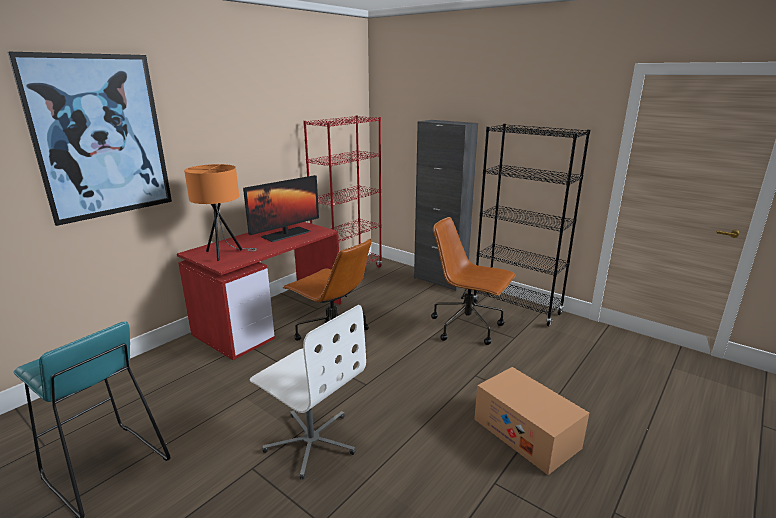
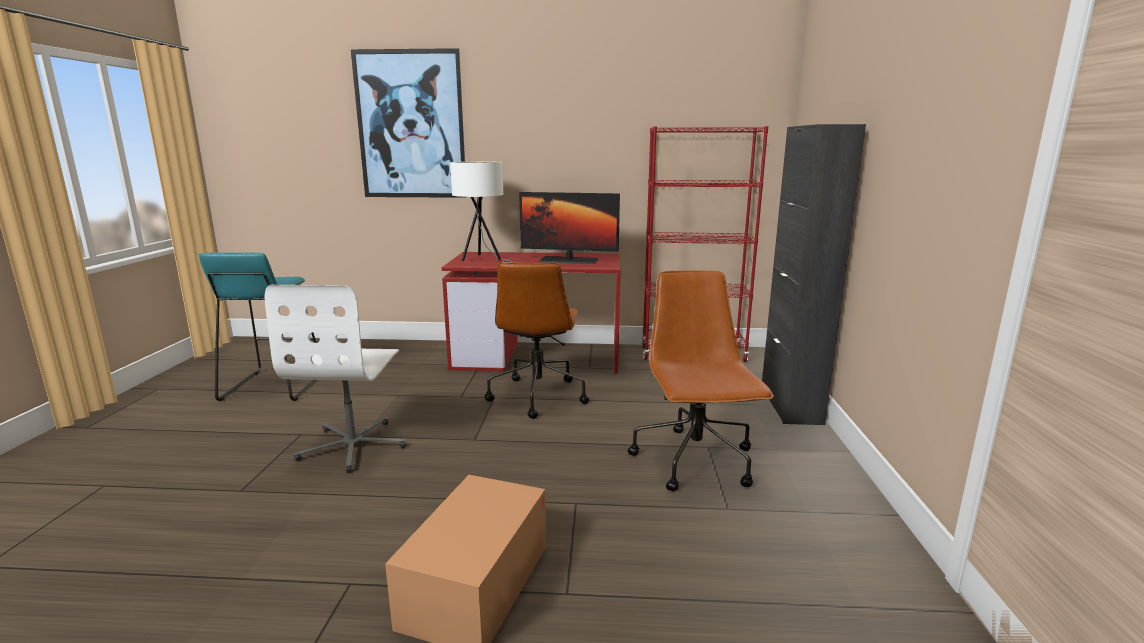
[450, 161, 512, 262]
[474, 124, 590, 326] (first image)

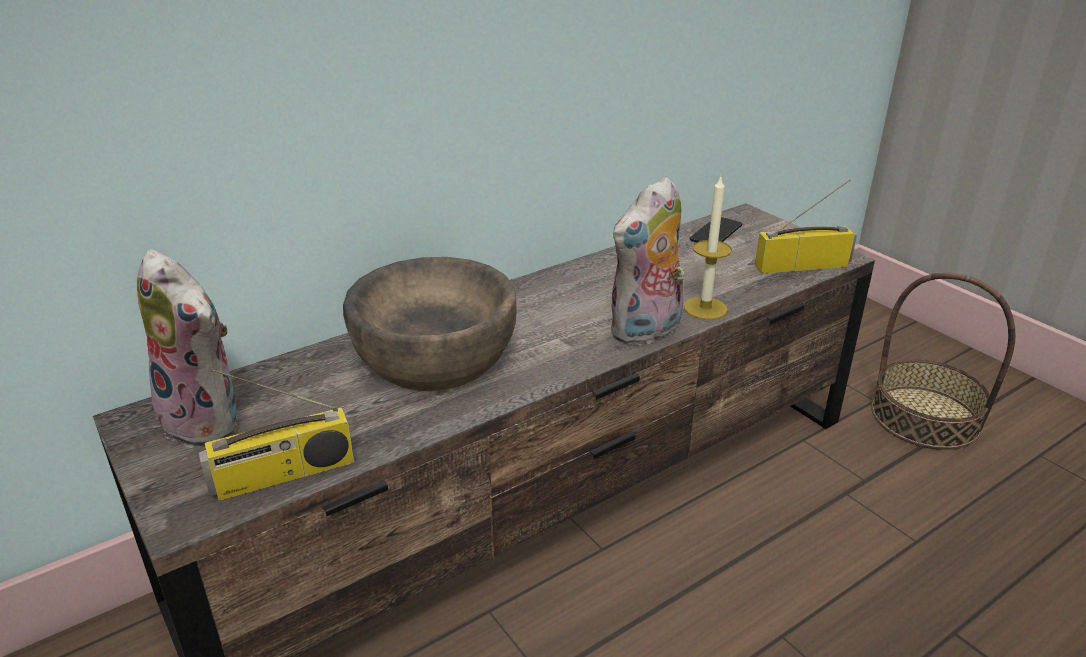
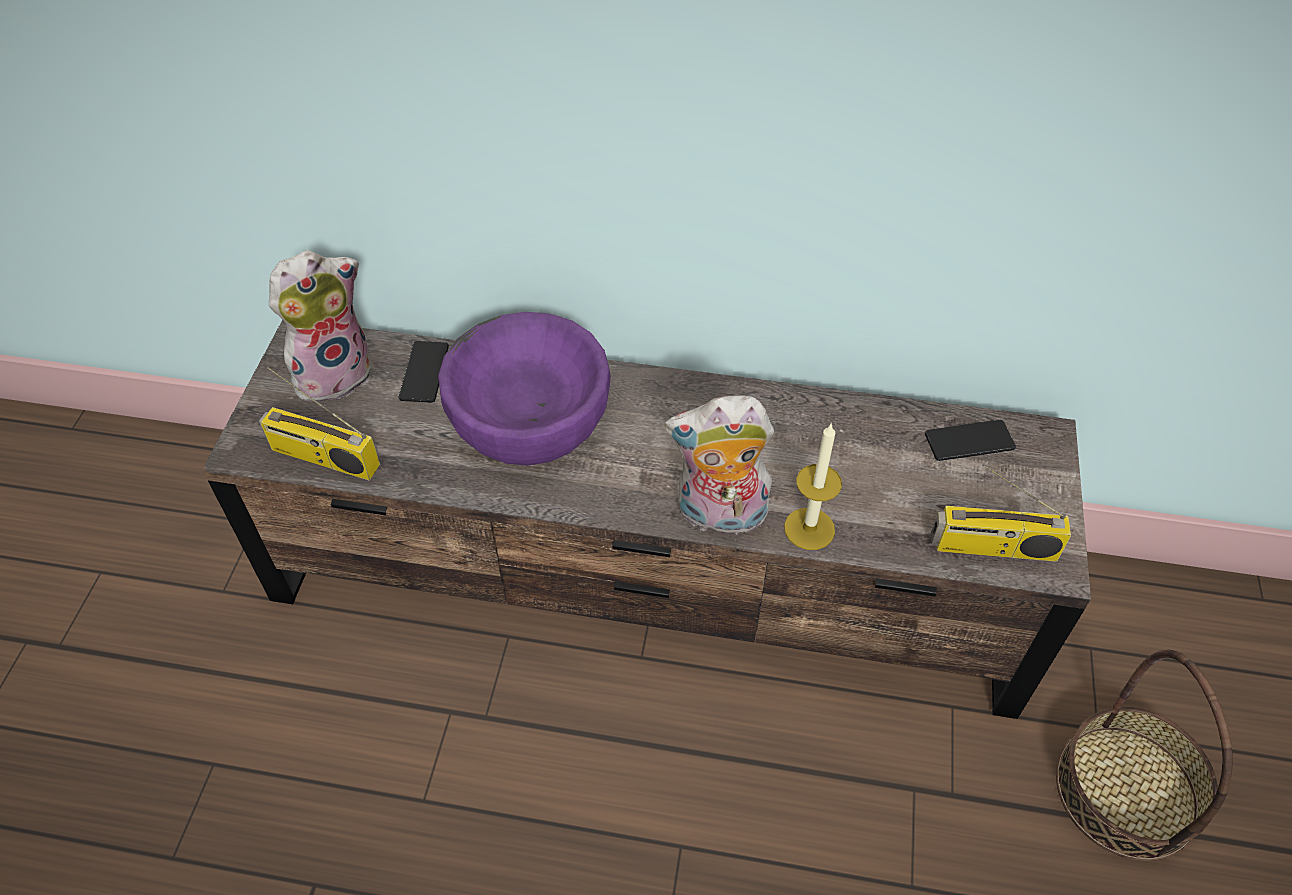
[269, 250, 371, 402]
[398, 341, 449, 402]
[438, 312, 611, 466]
[931, 464, 1071, 562]

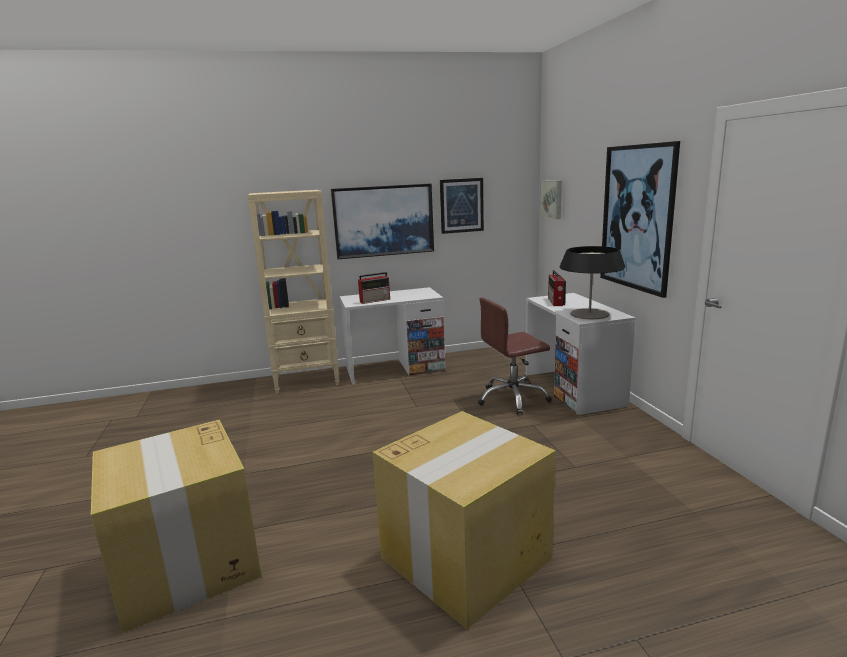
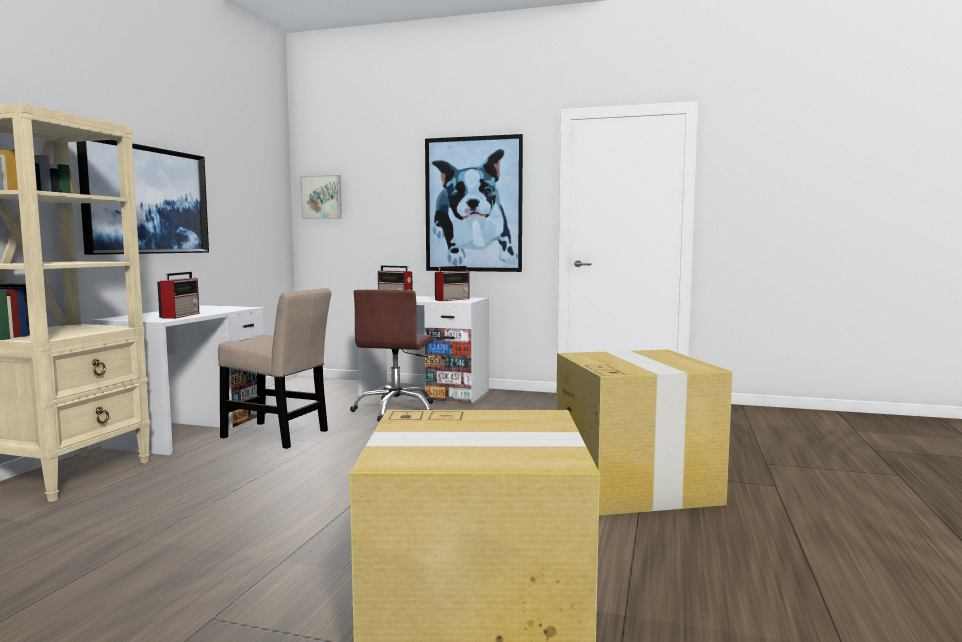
[218, 288, 331, 449]
[435, 266, 470, 301]
[440, 178, 484, 234] (first image)

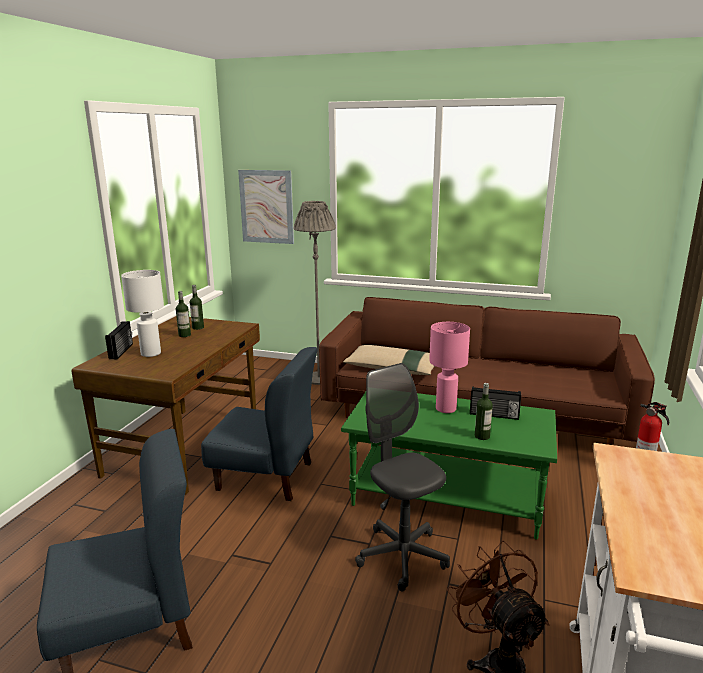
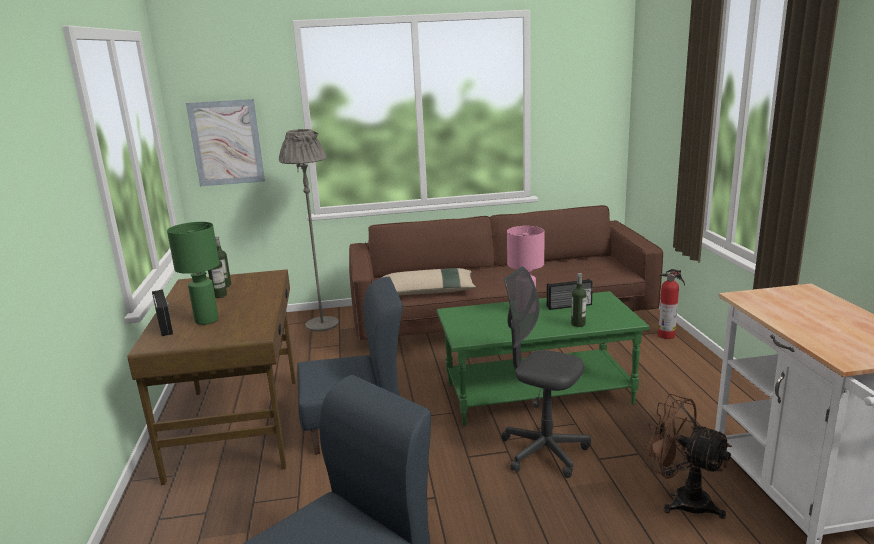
[167, 222, 219, 325]

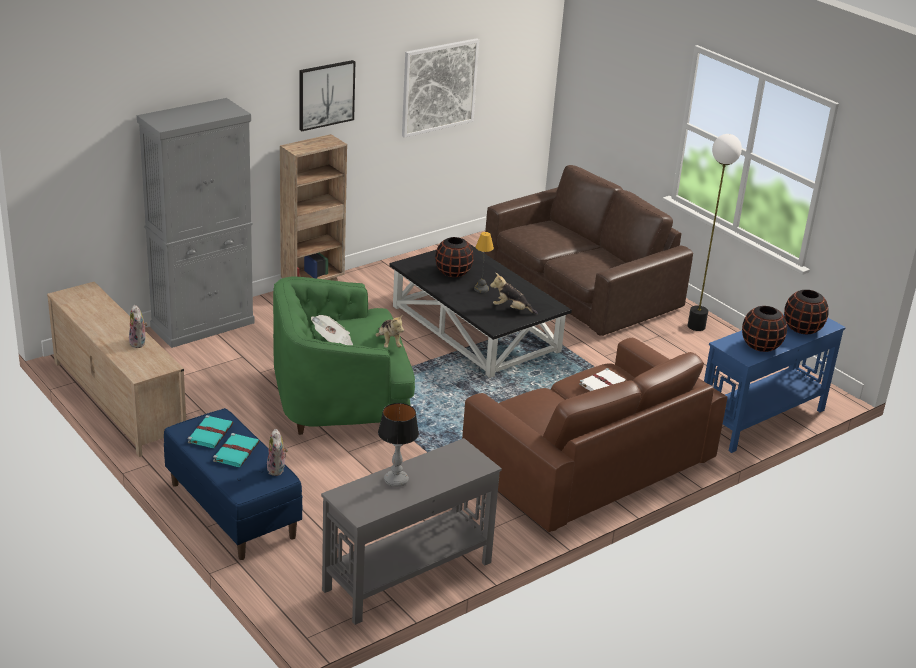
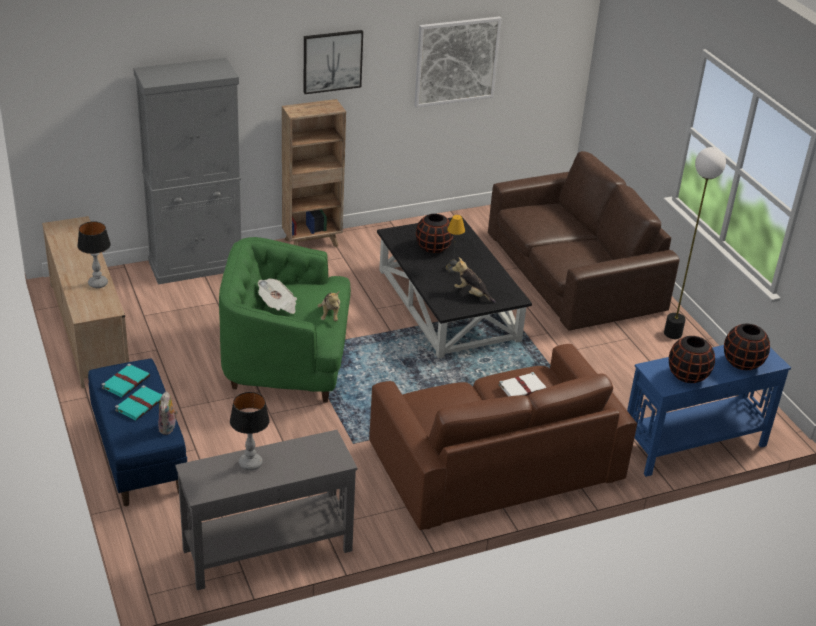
[77, 221, 111, 288]

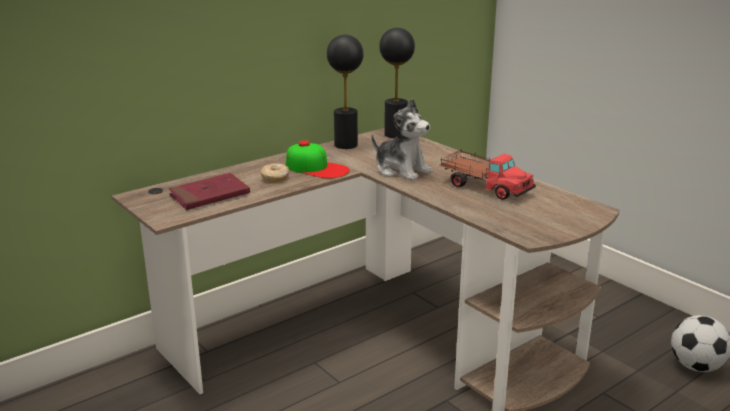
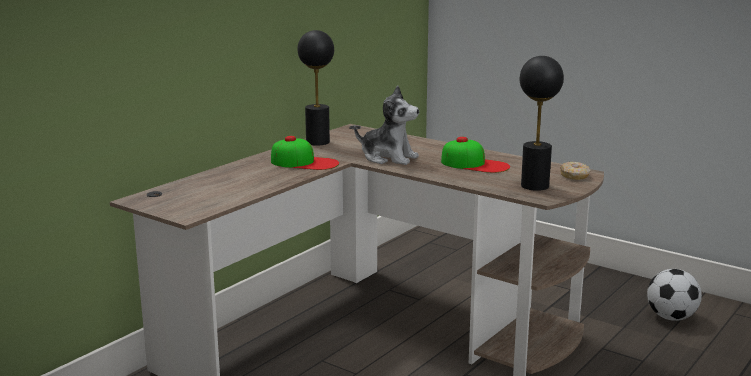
[441, 137, 510, 173]
[520, 56, 564, 191]
[560, 162, 591, 180]
[169, 173, 250, 210] (first image)

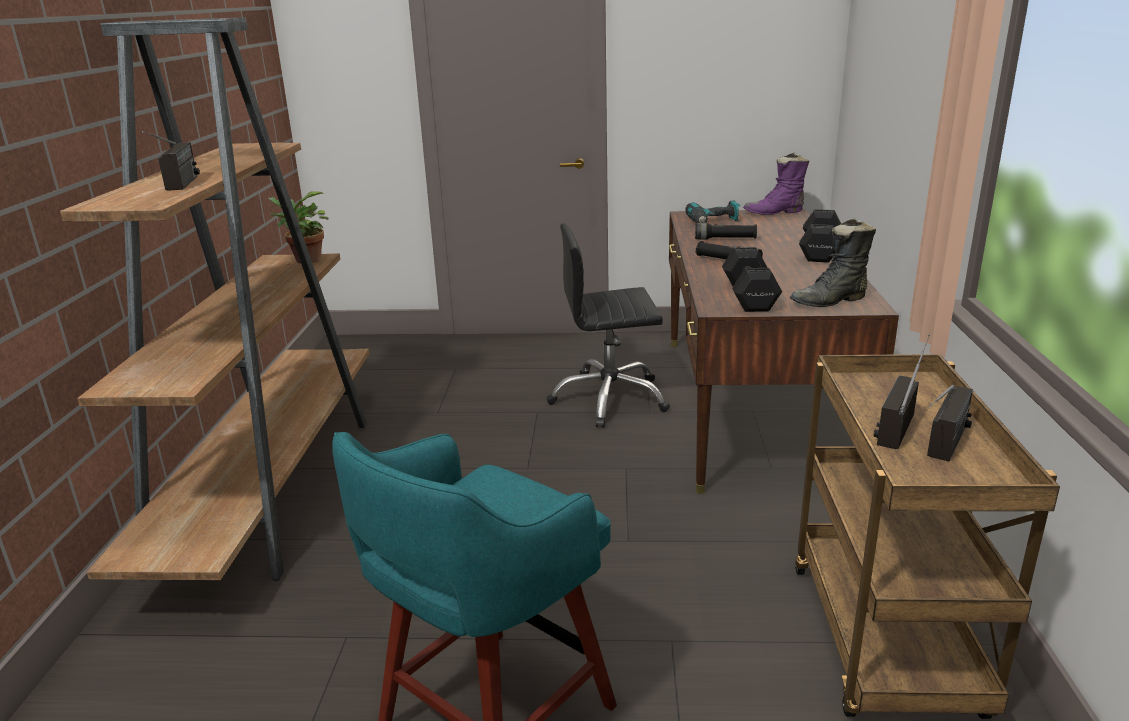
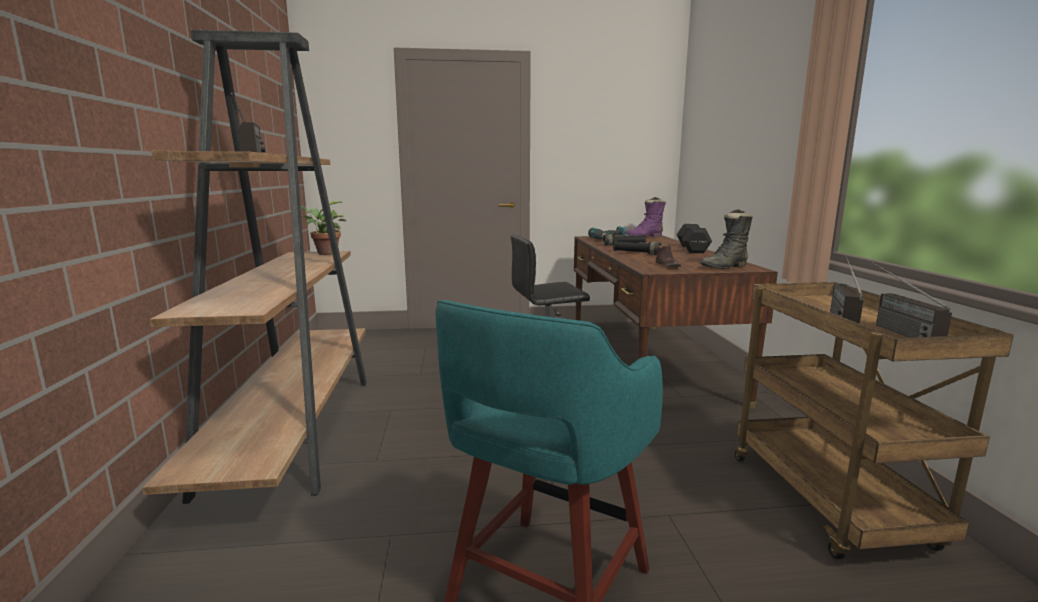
[656, 245, 681, 267]
[872, 262, 952, 338]

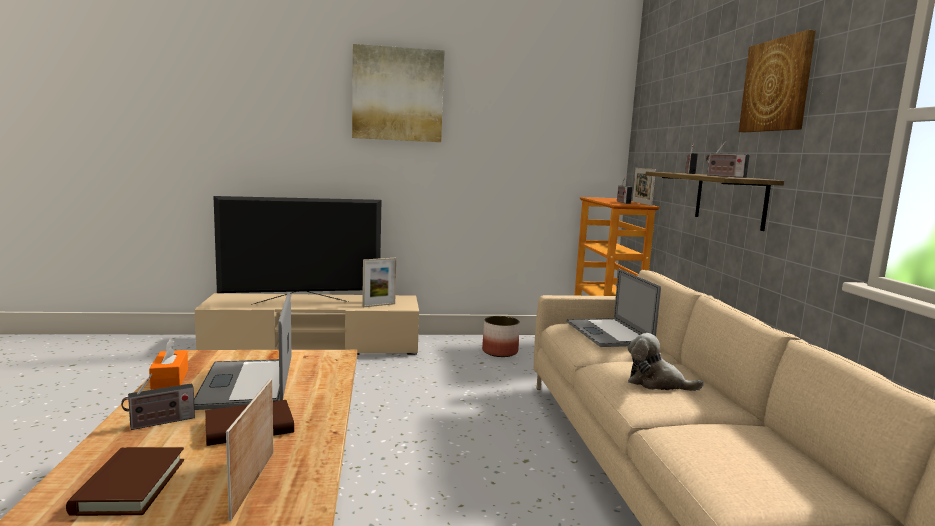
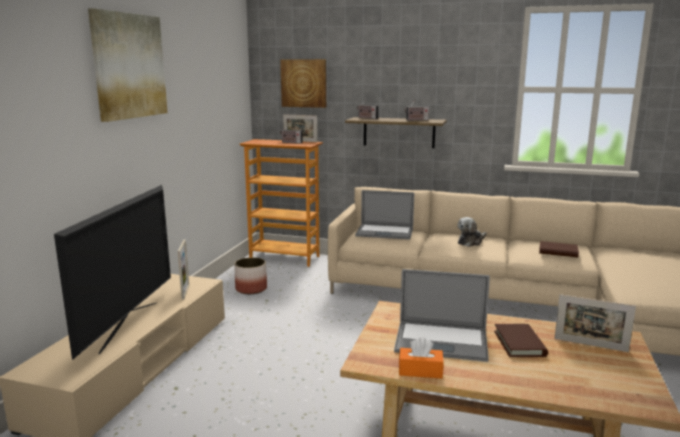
[280, 59, 326, 108]
[539, 241, 579, 257]
[121, 374, 195, 430] (first image)

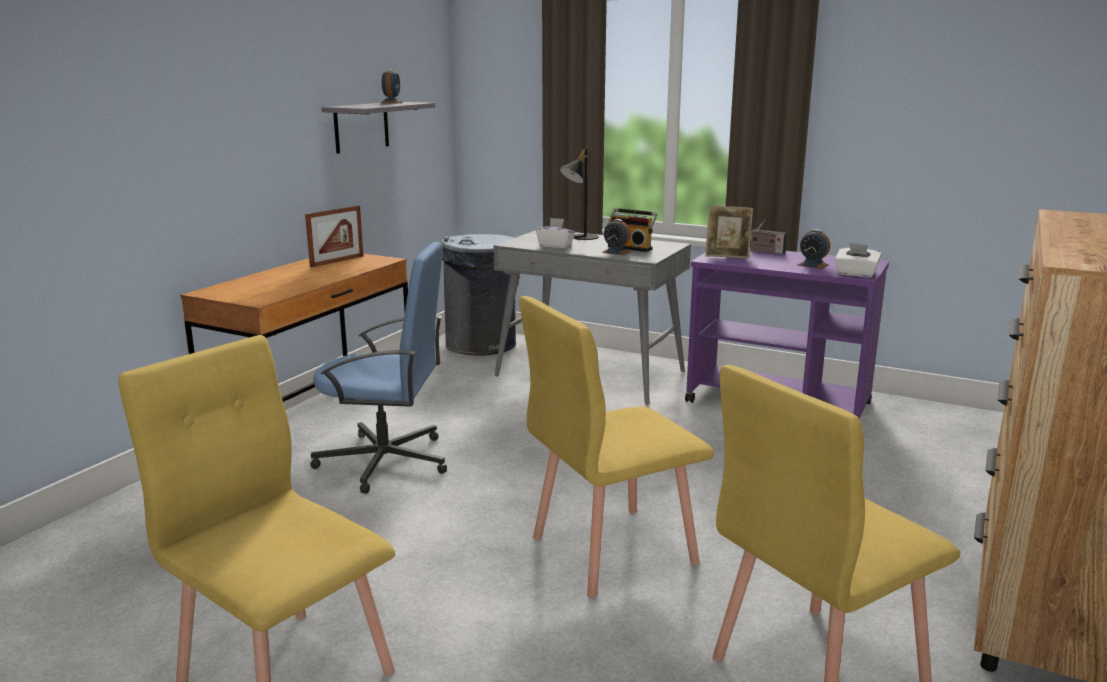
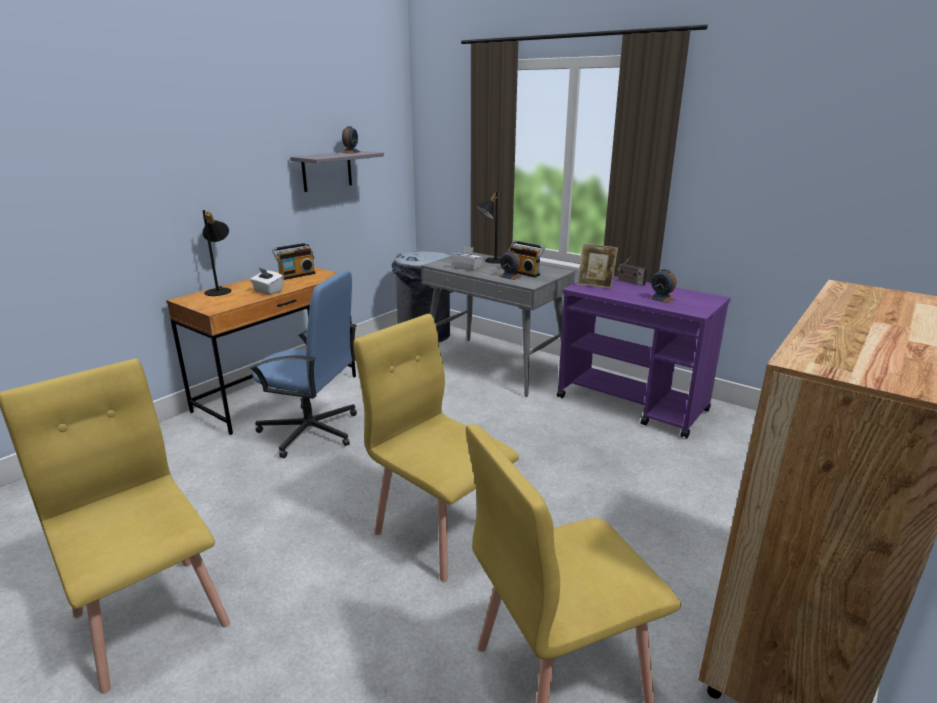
[202, 210, 231, 296]
[250, 268, 284, 295]
[272, 243, 316, 280]
[353, 314, 519, 582]

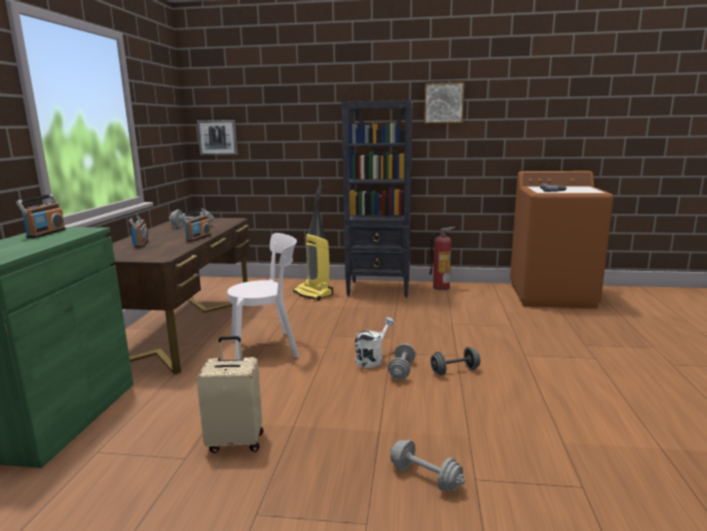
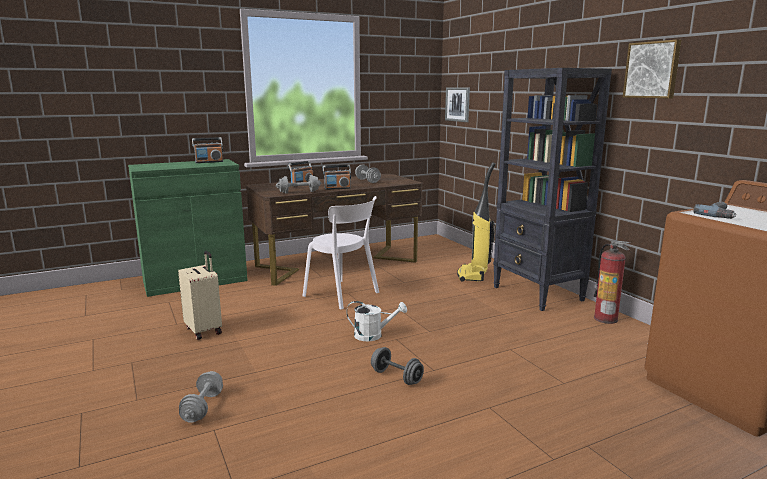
[276, 175, 321, 194]

